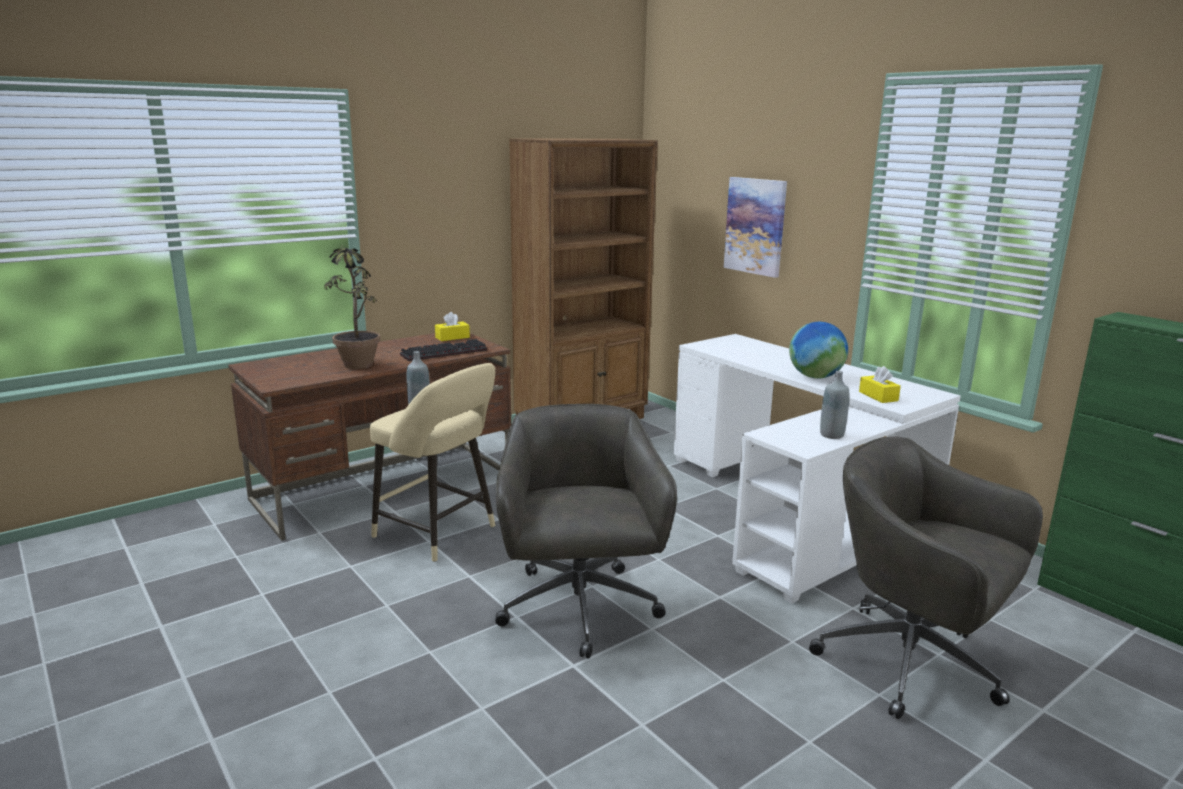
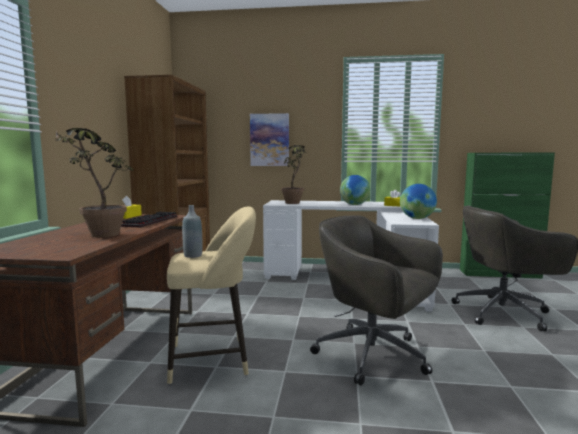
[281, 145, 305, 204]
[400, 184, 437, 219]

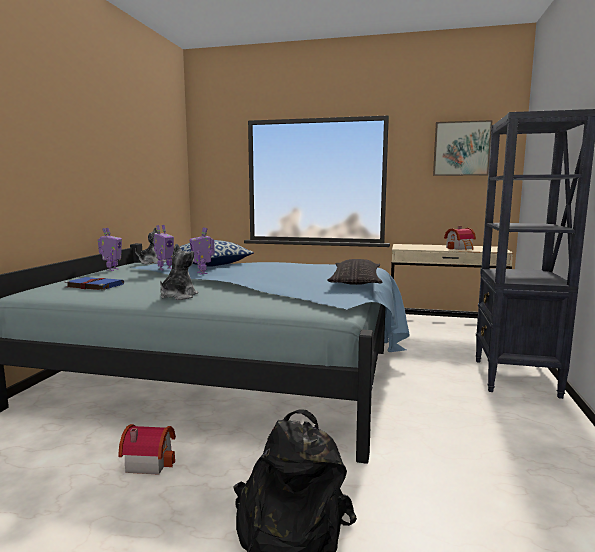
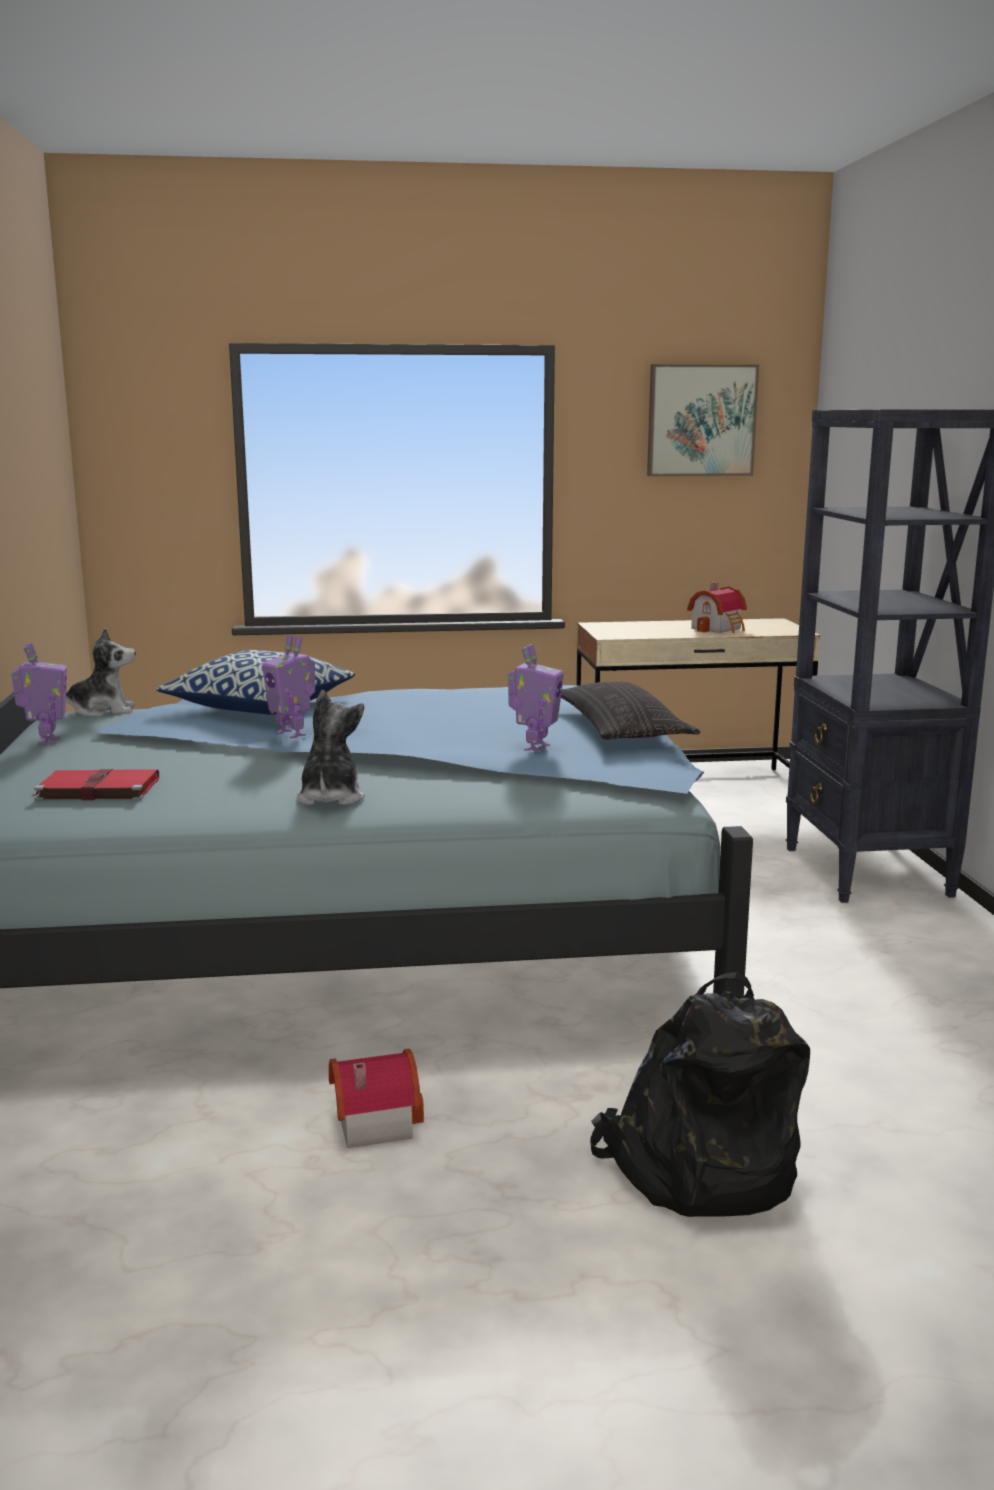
[29, 769, 159, 801]
[508, 644, 564, 752]

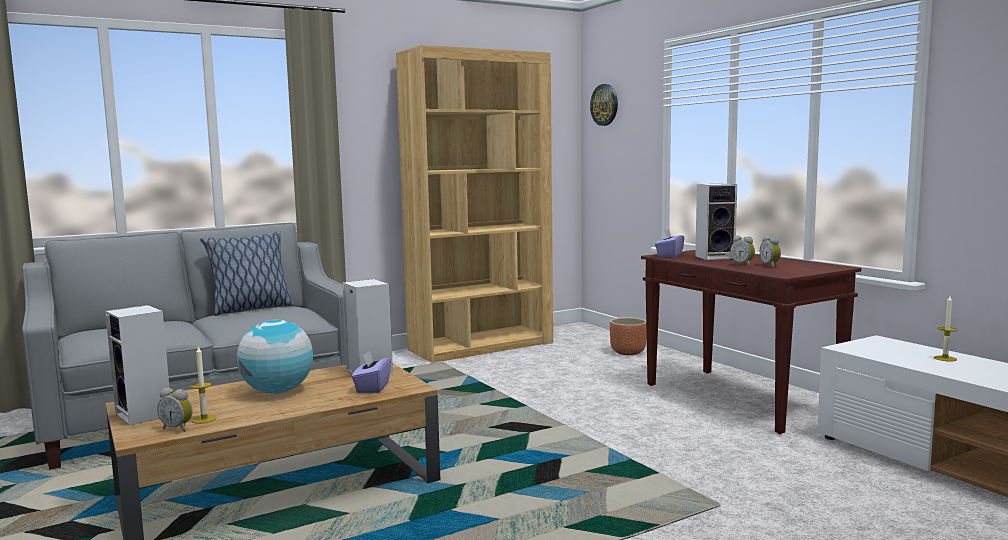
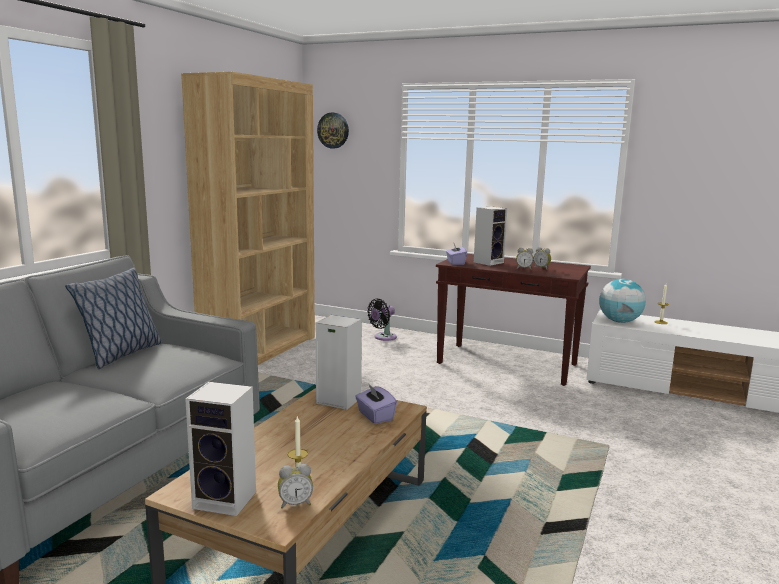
[367, 298, 397, 341]
[599, 279, 646, 323]

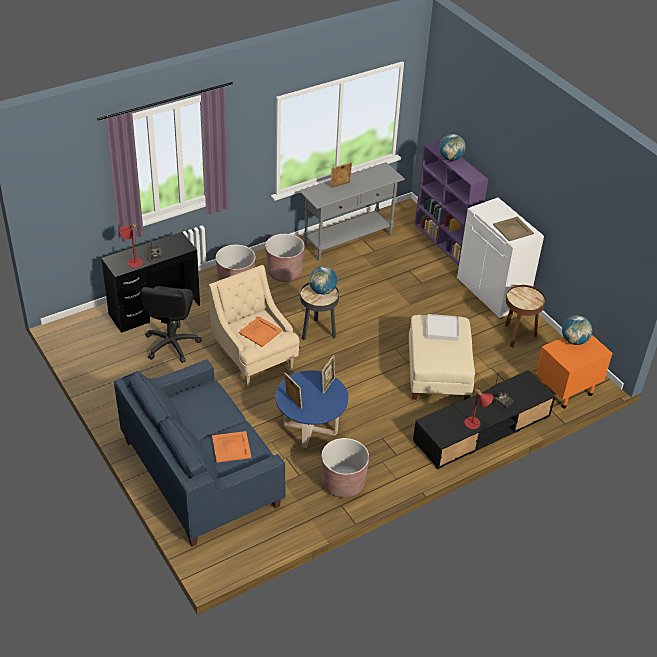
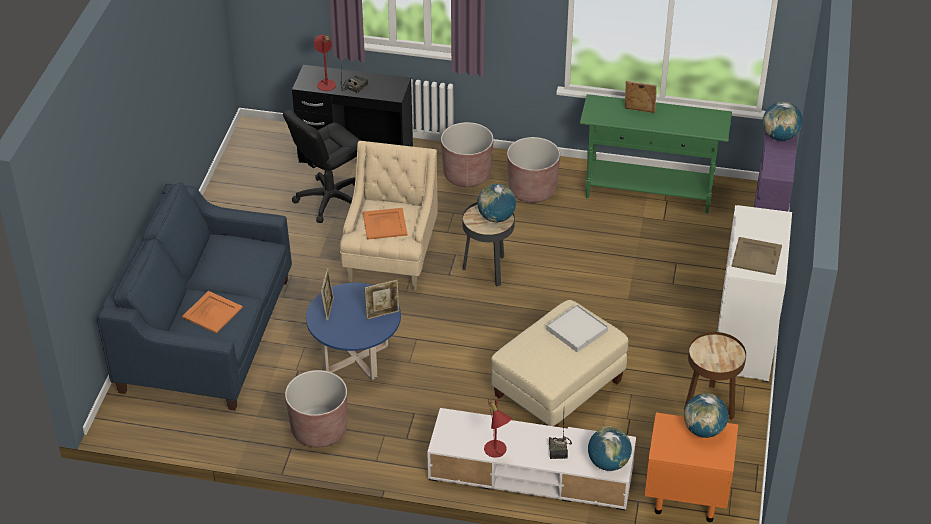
[427, 408, 636, 510]
[580, 94, 732, 214]
[588, 427, 632, 471]

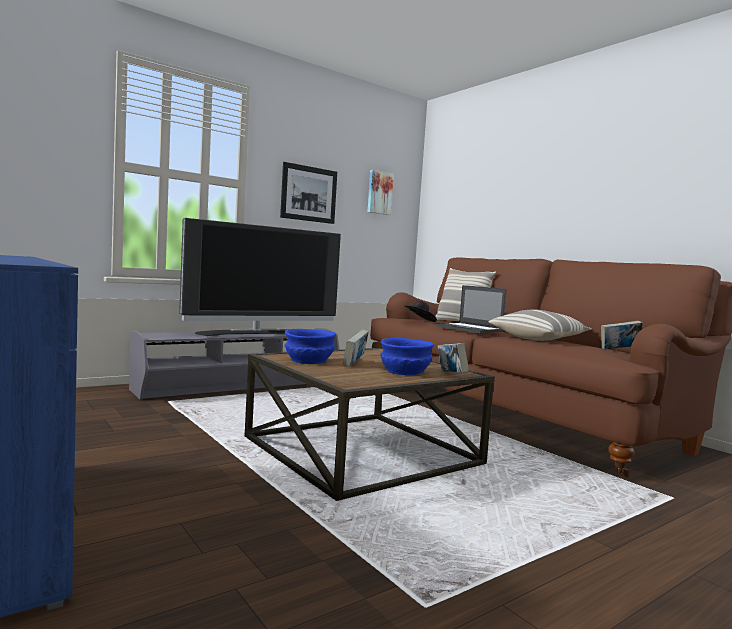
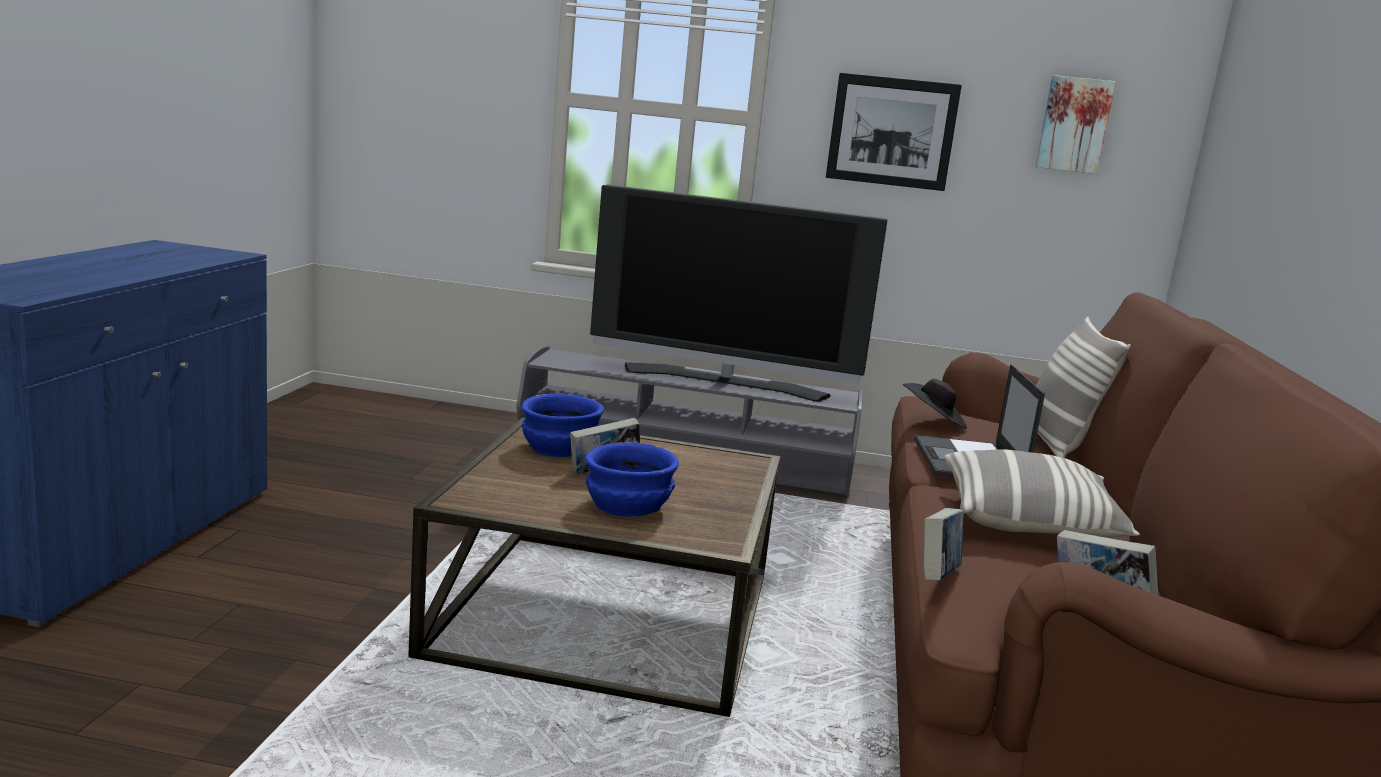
[924, 508, 964, 581]

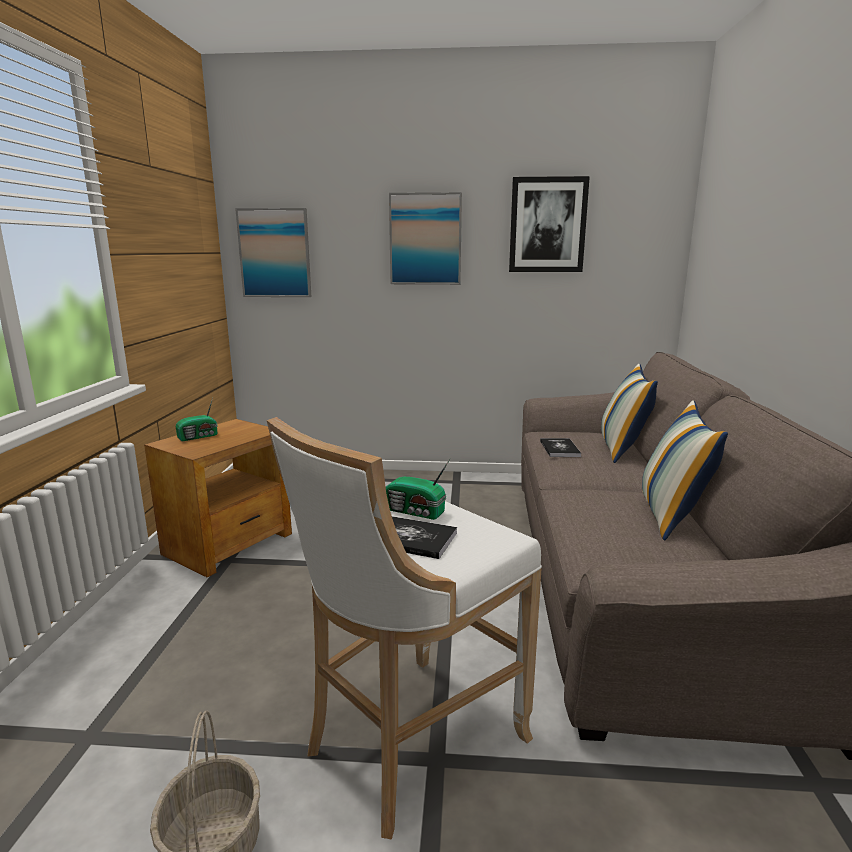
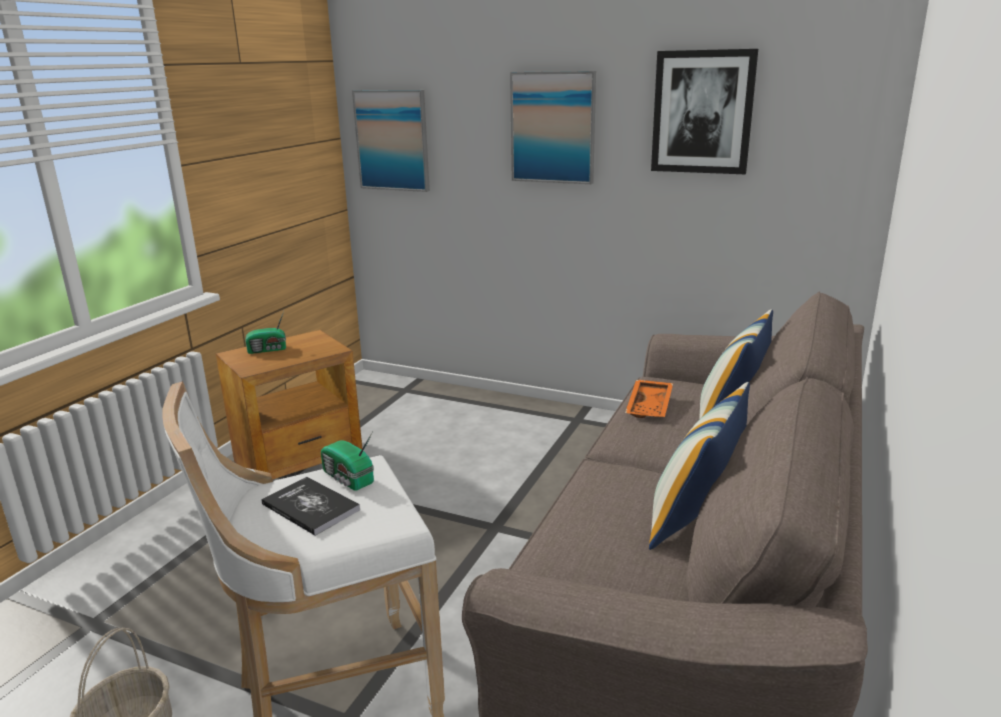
[625, 380, 673, 418]

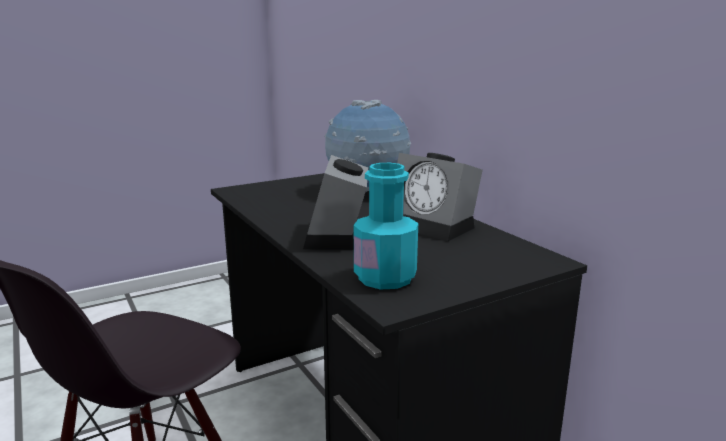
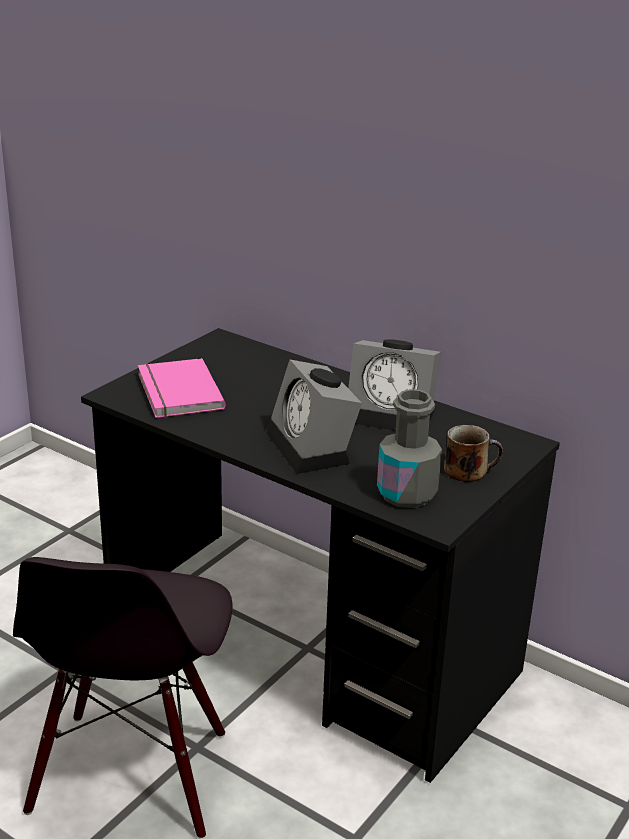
[138, 358, 225, 418]
[377, 389, 442, 508]
[444, 425, 503, 482]
[324, 100, 411, 192] (first image)

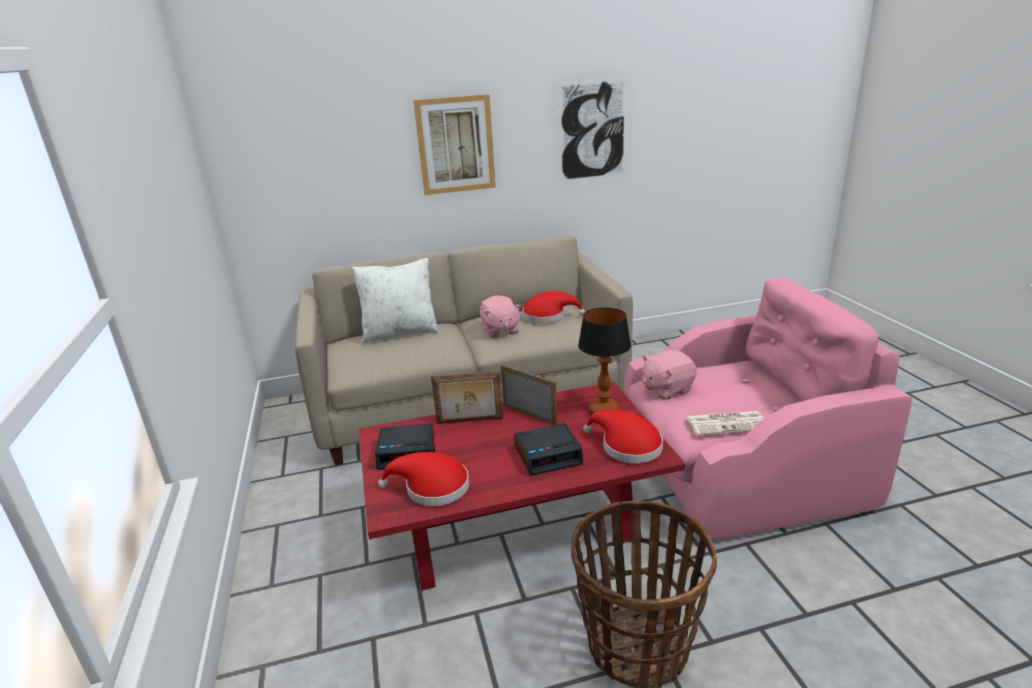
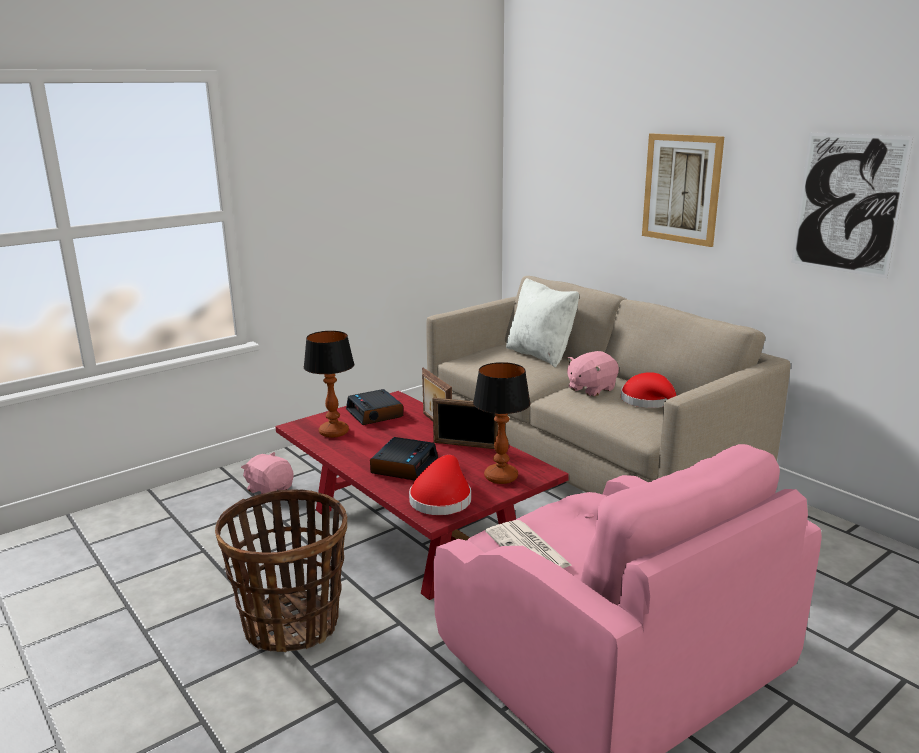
[241, 452, 294, 494]
[304, 331, 354, 438]
[370, 437, 438, 480]
[433, 398, 498, 449]

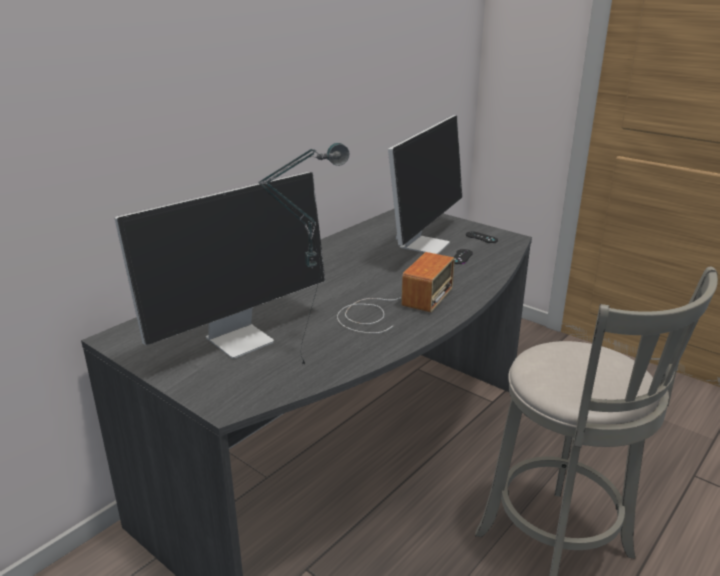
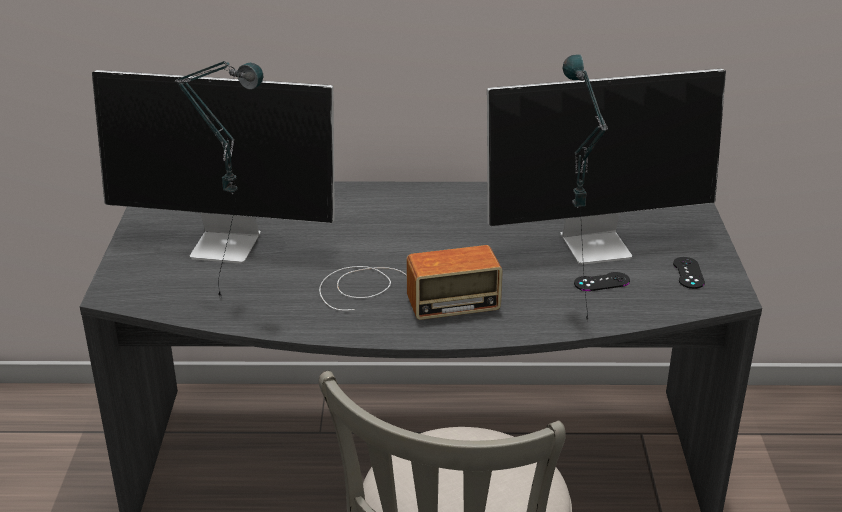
[563, 54, 608, 321]

